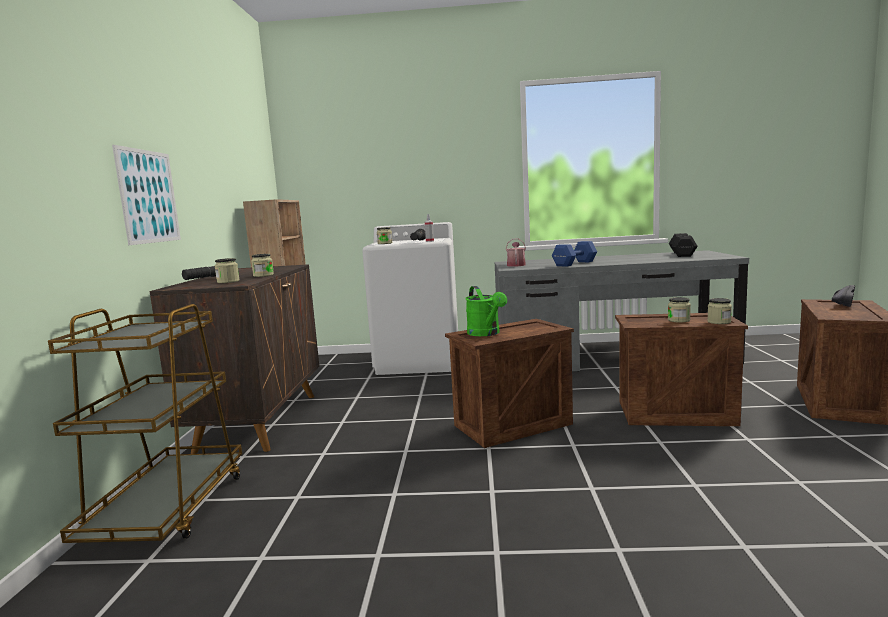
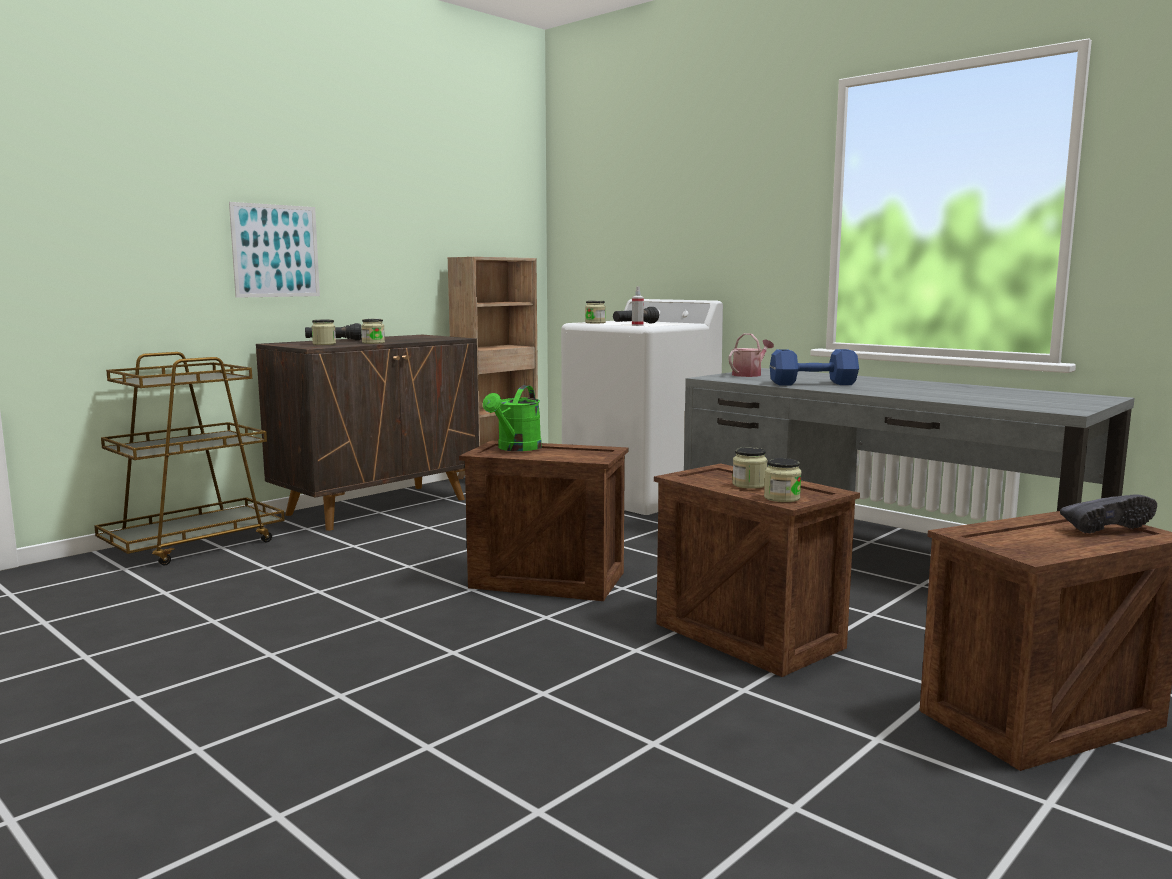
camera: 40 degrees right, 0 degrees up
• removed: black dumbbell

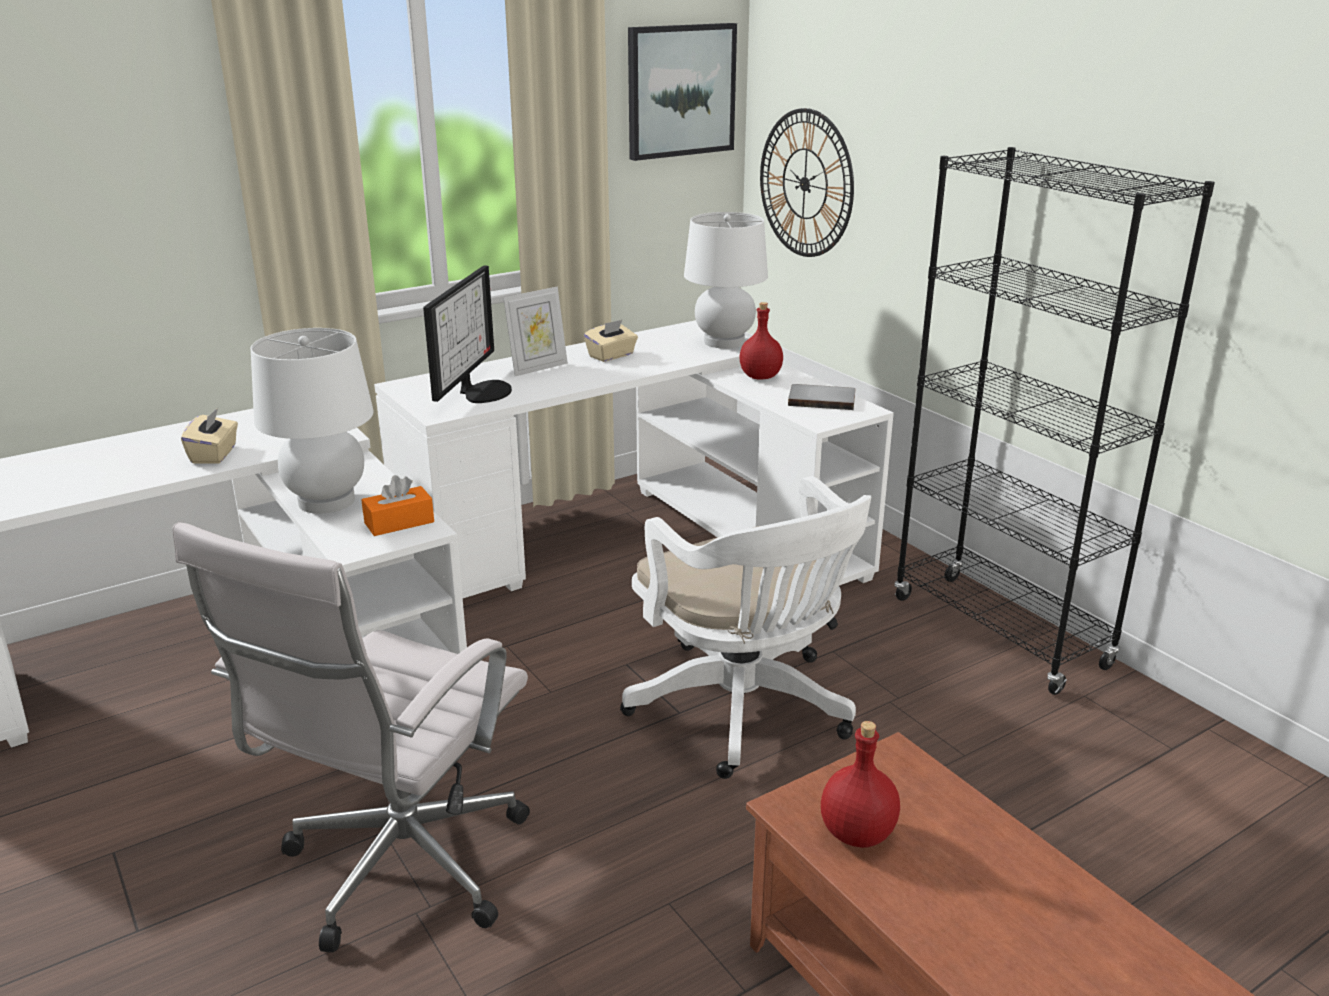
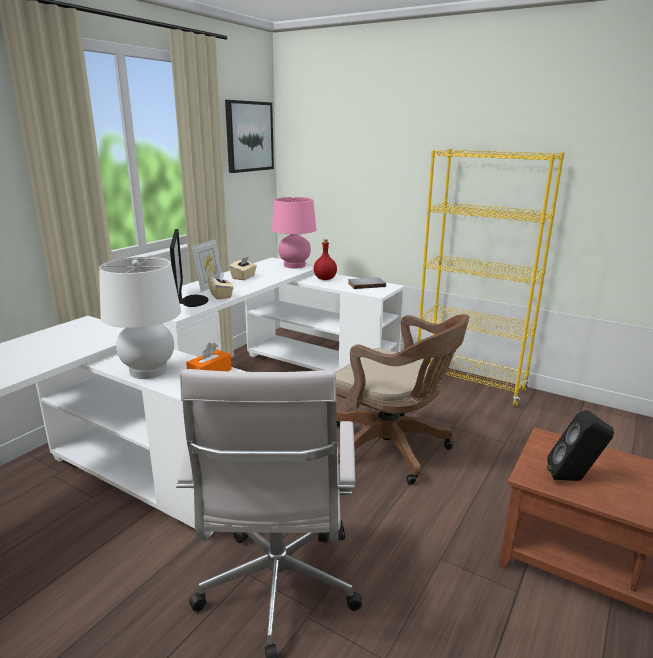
camera: 25 degrees left, 5 degrees down
• moved: beige tissue box (1st from left)
• recoloured: white table lamp (2nd from left) to pink table lamp
• recoloured: white office chair (2nd from left) to brown office chair
• recoloured: black bookcase to yellow bookcase
• replaced: red bottle (2nd from left) to black speaker
• removed: wall clock

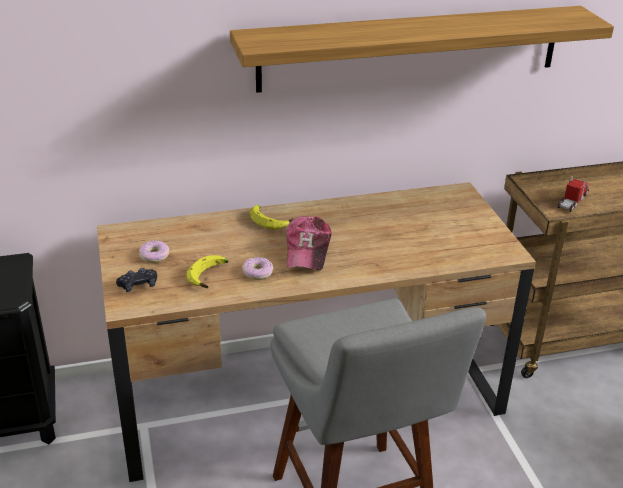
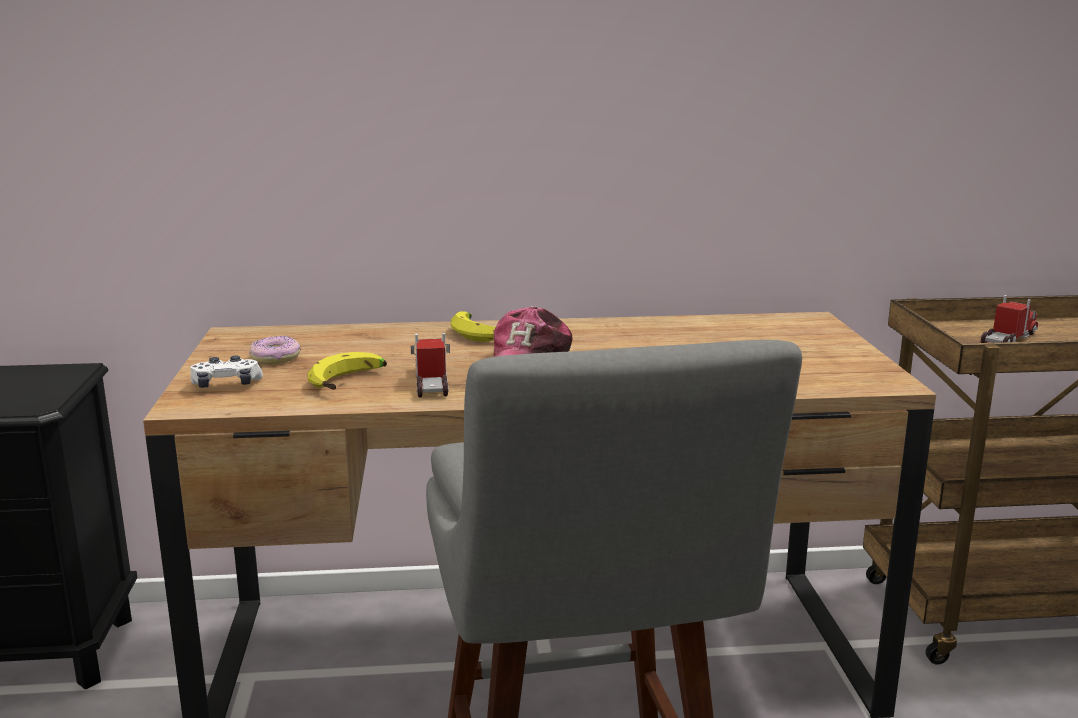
camera: 10 degrees right, 15 degrees down
• recoloured: black game controller to white game controller
• replaced: donut (2nd from left) to toy truck (1st from left)
• removed: shelf

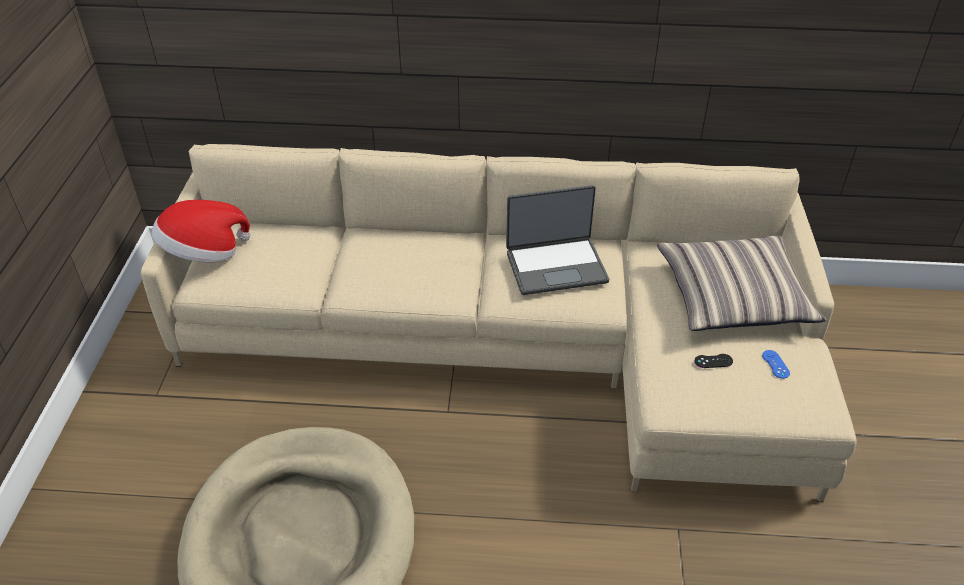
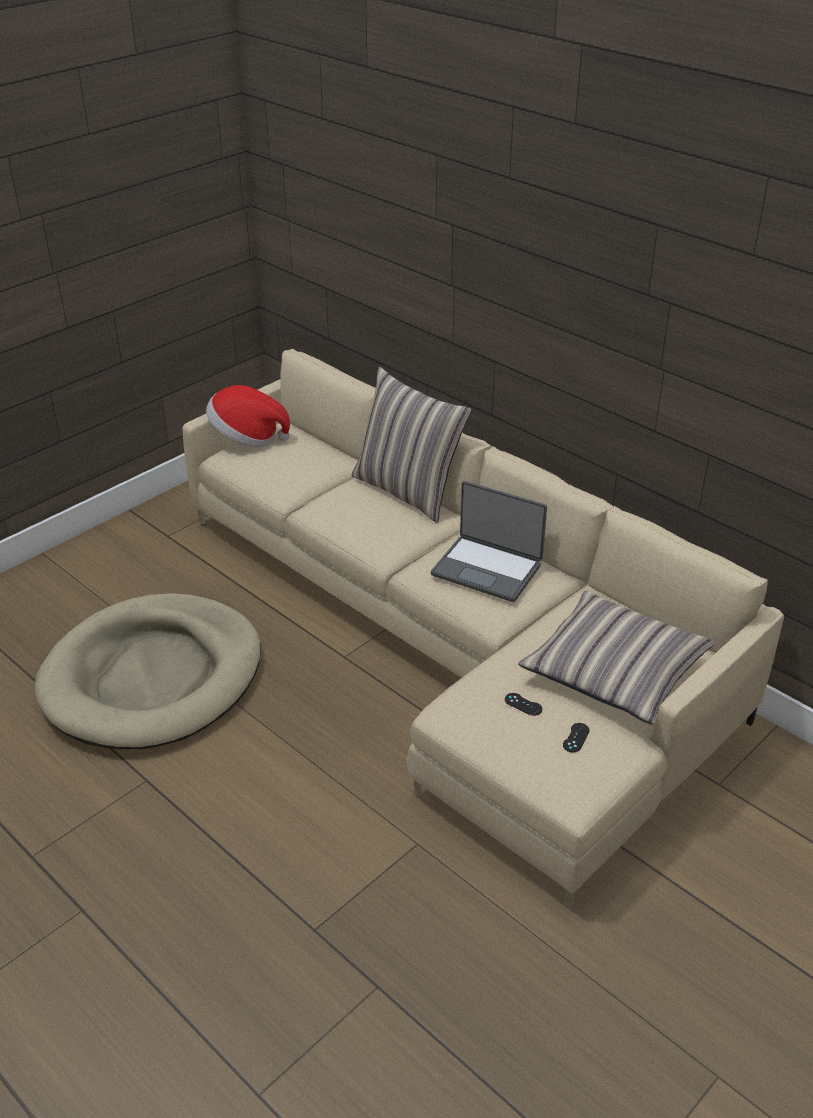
camera: 40 degrees right, 5 degrees down
• added: pillow (1st from left)
• recoloured: blue game controller to black game controller (2nd from left)

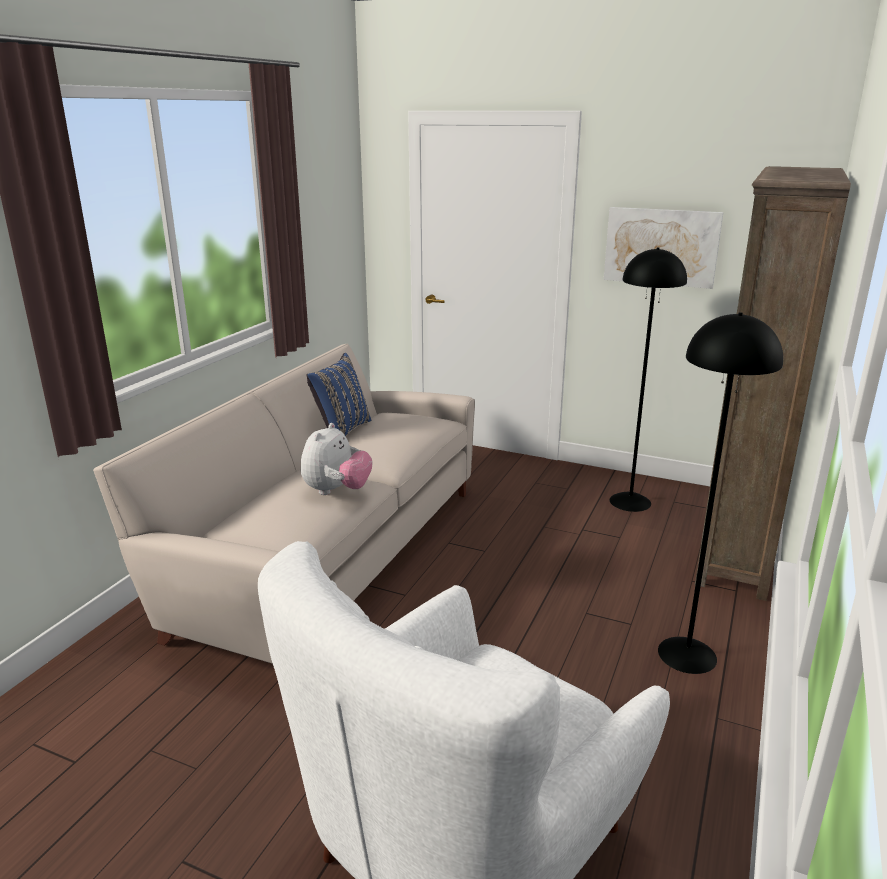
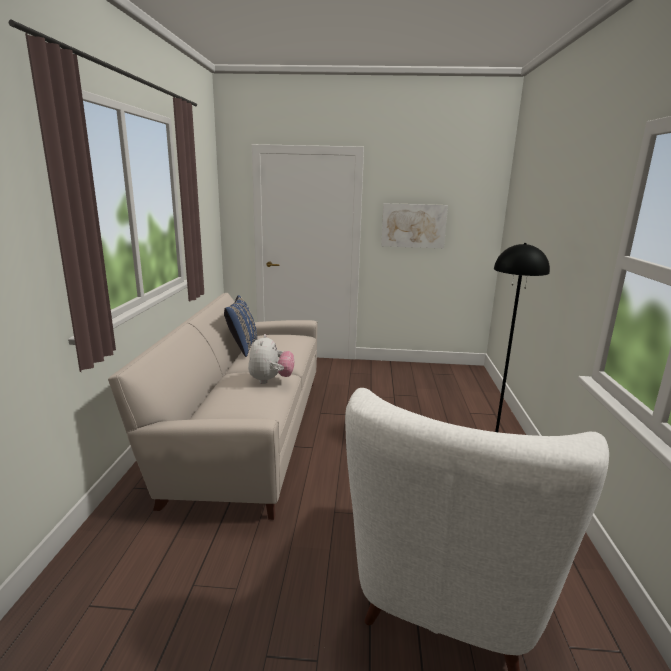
camera: 20 degrees left, 5 degrees down
• removed: black floor lamp (1st from left)
• removed: brown bookcase

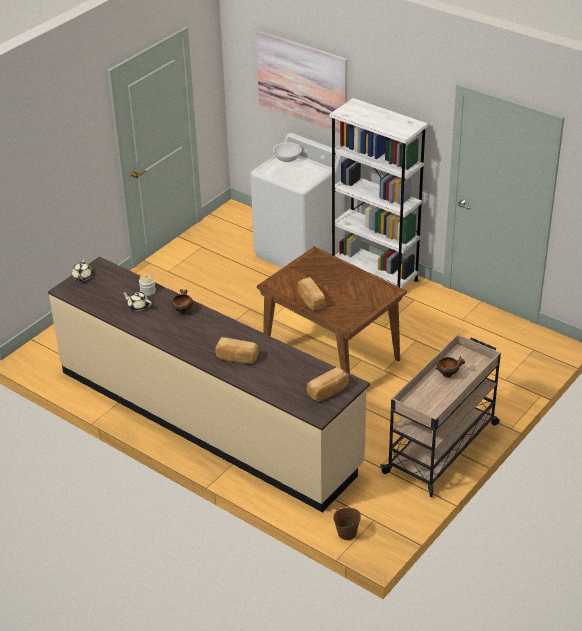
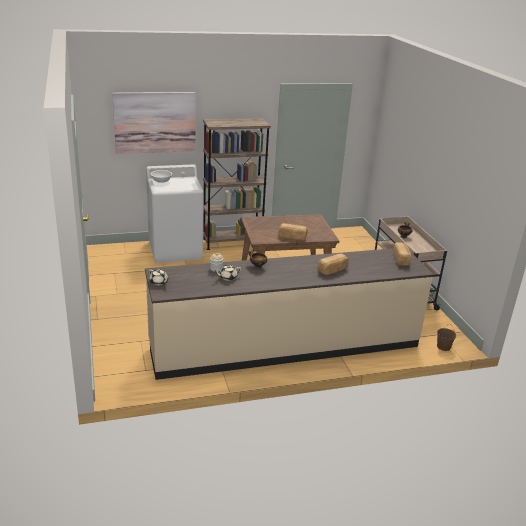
camera: 55 degrees left, 10 degrees down
• recoloured: white bookcase to brown bookcase

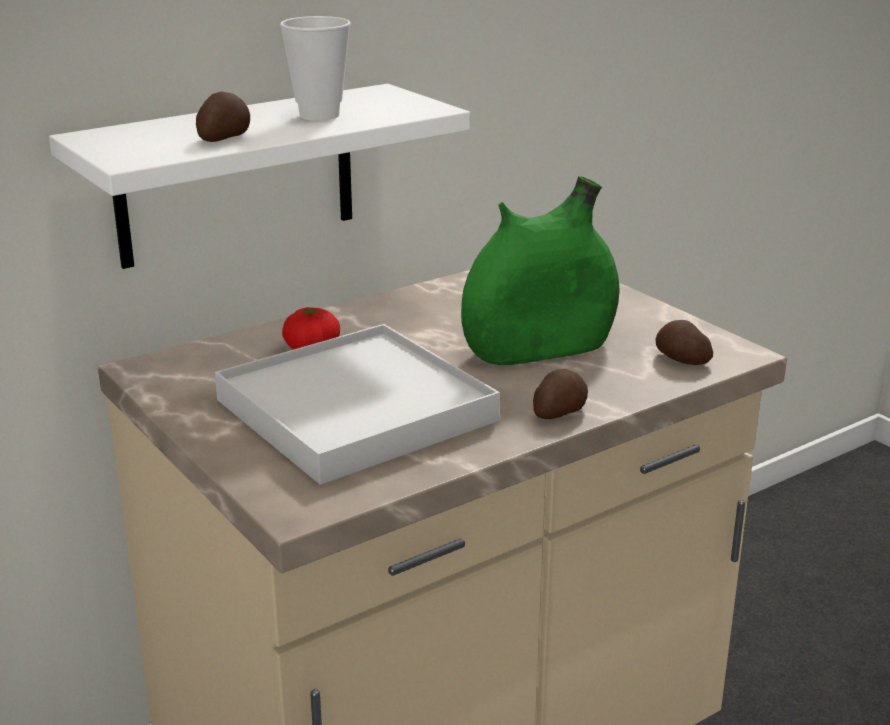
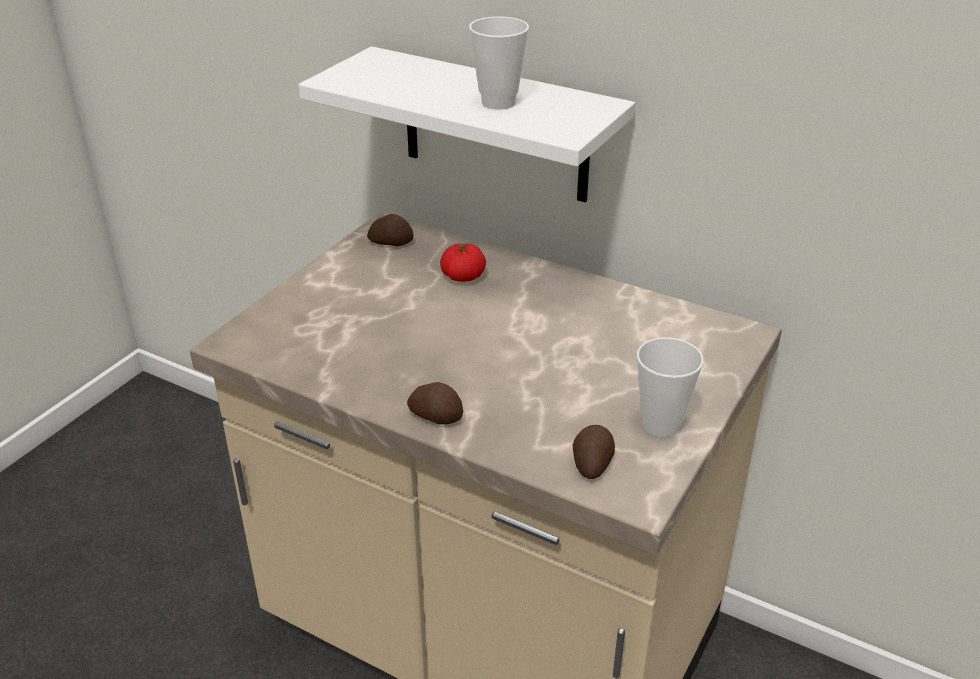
camera: 65 degrees right, 10 degrees up
• moved: potato (1st from left)
• added: cup (2nd from left)
• removed: white tray
• removed: green vase

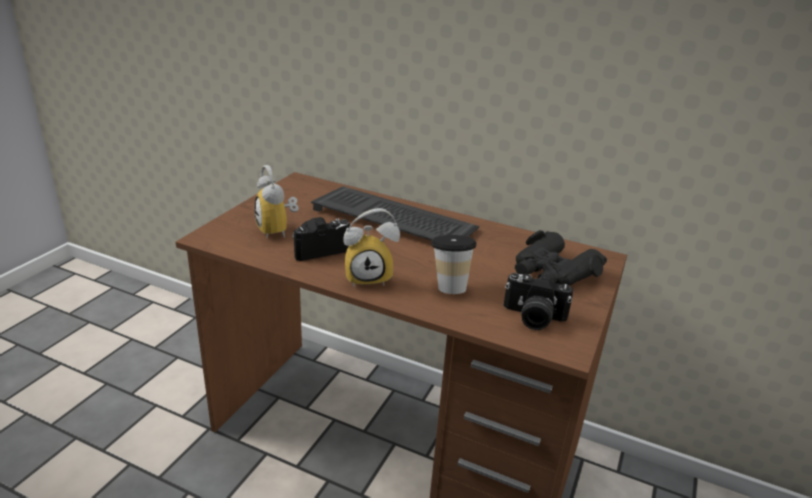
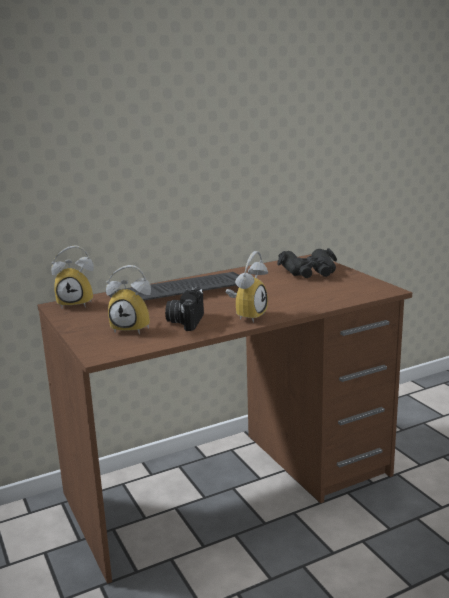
camera: 50 degrees left, 10 degrees down
• added: alarm clock (1st from left)
• removed: cup
• removed: photo camera (2nd from left)

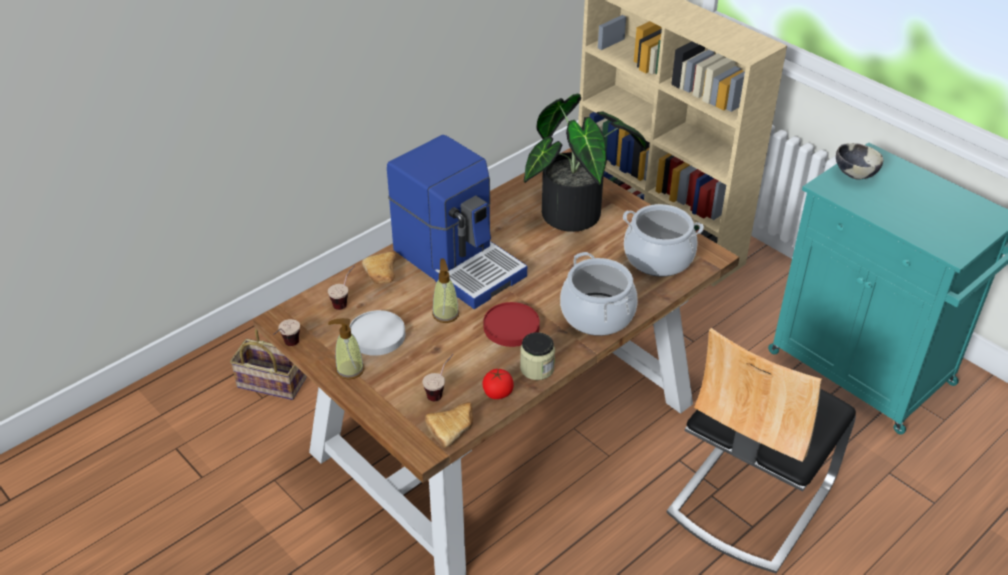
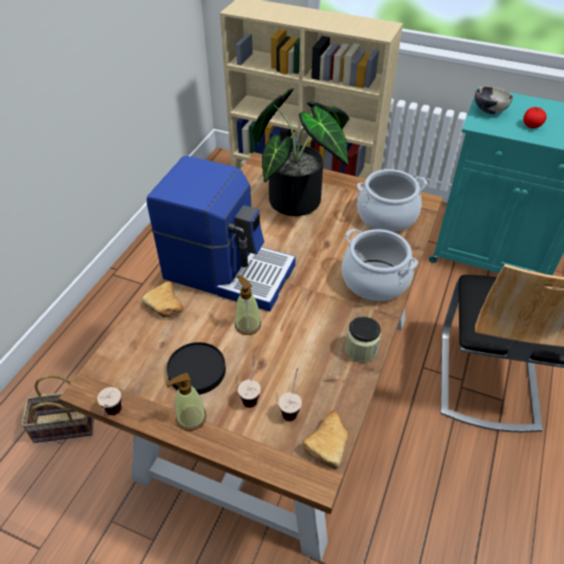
camera: 25 degrees left, 5 degrees up
• recoloured: white plate to black plate
• moved: cup (2nd from left)
• moved: tomato
• removed: red plate

